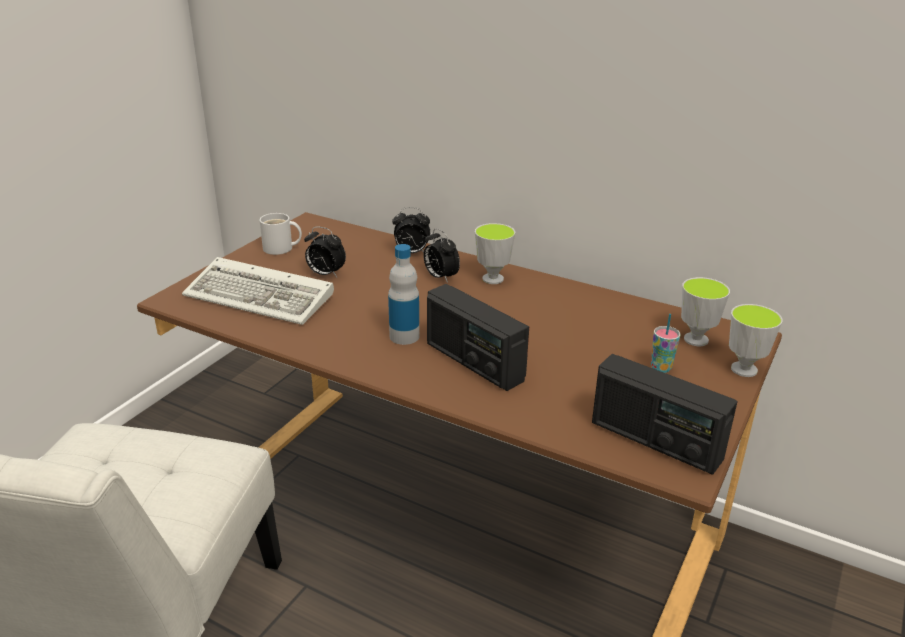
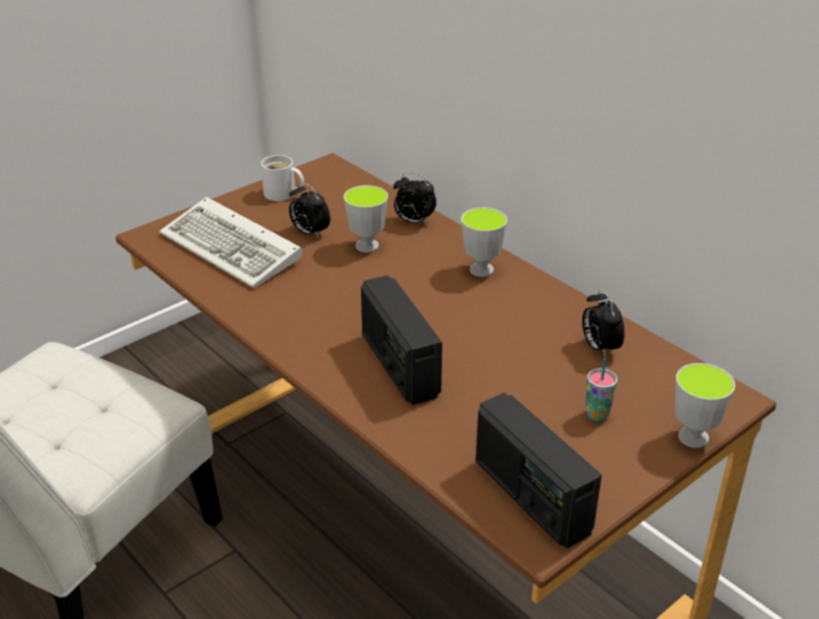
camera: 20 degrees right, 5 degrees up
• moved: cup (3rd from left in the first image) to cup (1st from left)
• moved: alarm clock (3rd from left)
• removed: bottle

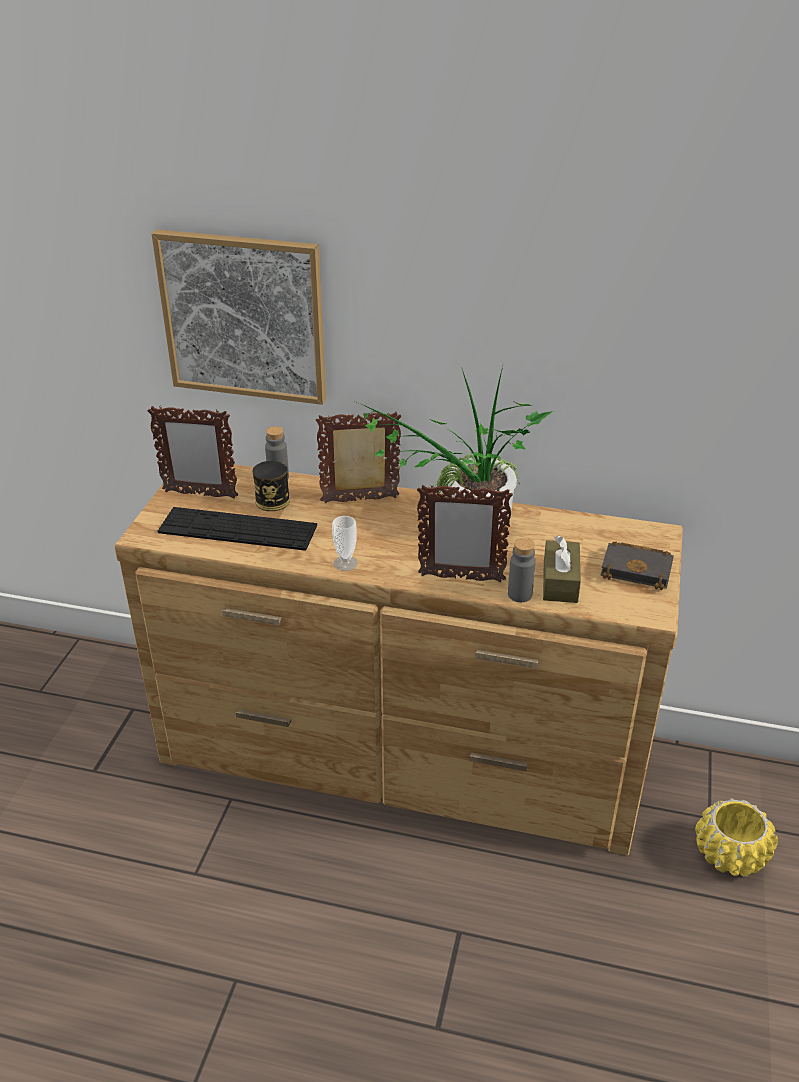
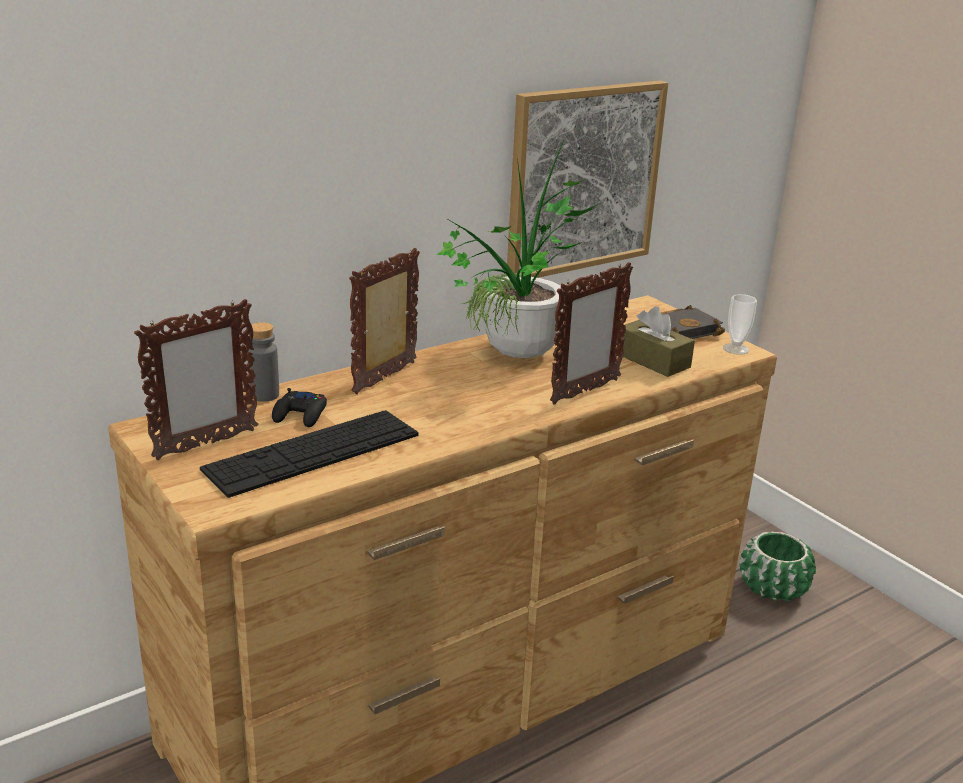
camera: 50 degrees left, 10 degrees down
• replaced: can to black game controller
• moved: picture
• moved: cup
• recoloured: yellow planter to green planter
• removed: grey bottle (2nd from left)

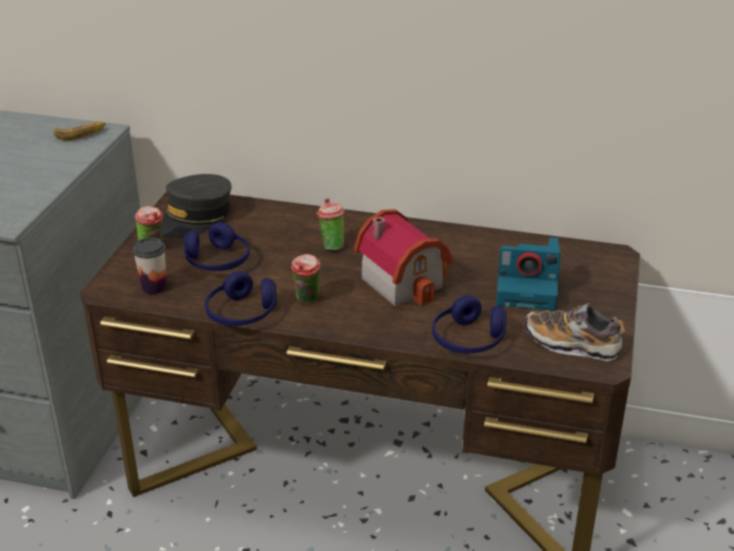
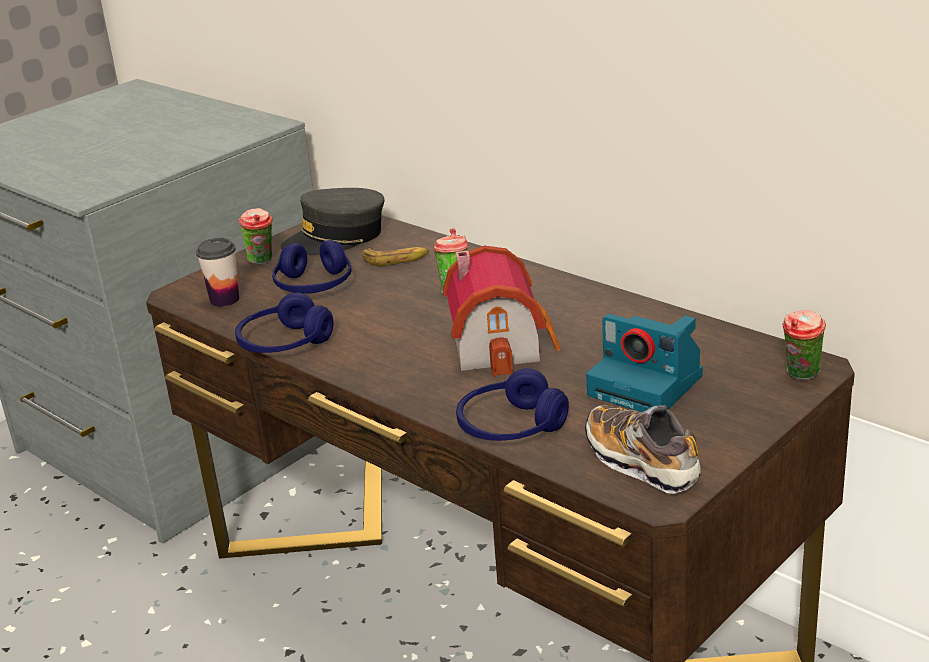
camera: 30 degrees right, 5 degrees down
• moved: banana
• moved: cup (3rd from left in the first image) to cup (4th from left)

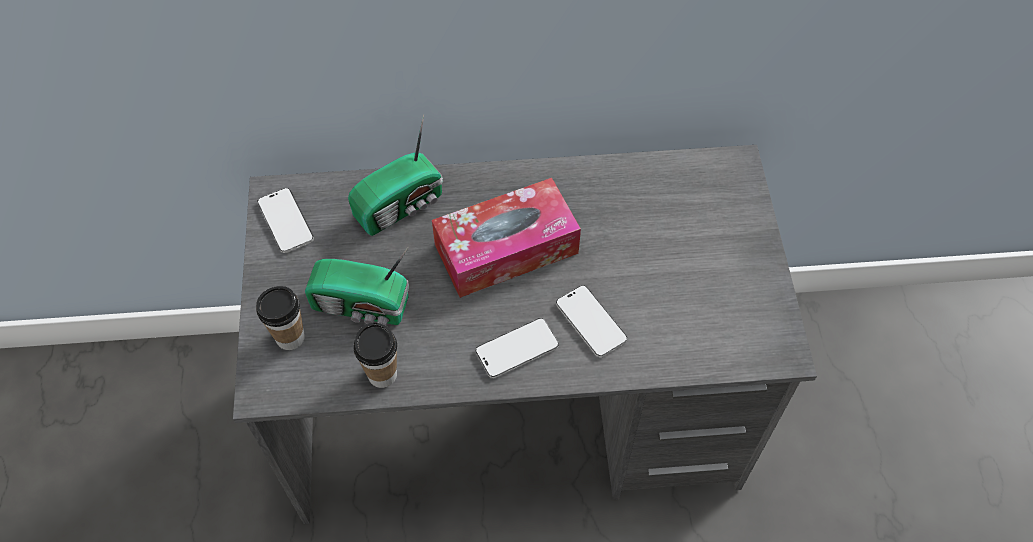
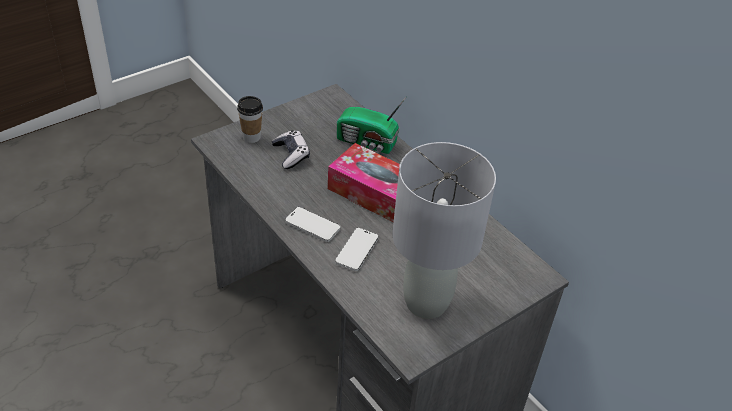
camera: 55 degrees right, 15 degrees down
• replaced: radio (1st from left) to game controller
• added: grey table lamp
• removed: phone (1st from left)
• removed: cup (2nd from left)

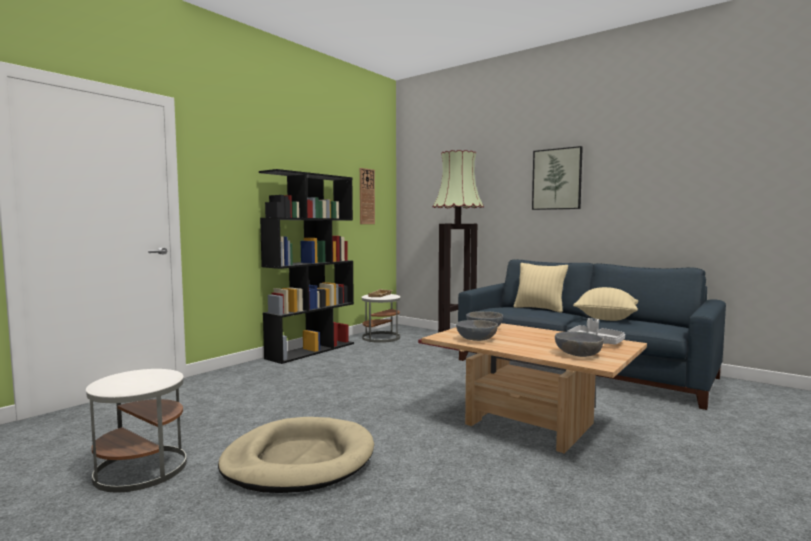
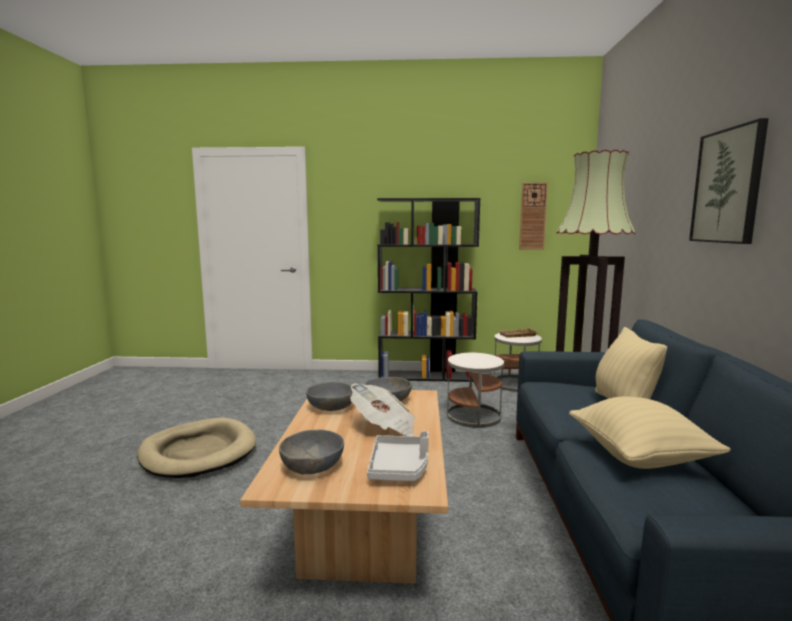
camera: 55 degrees right, 5 degrees up
• added: newspaper
• moved: white side table (1st from left)

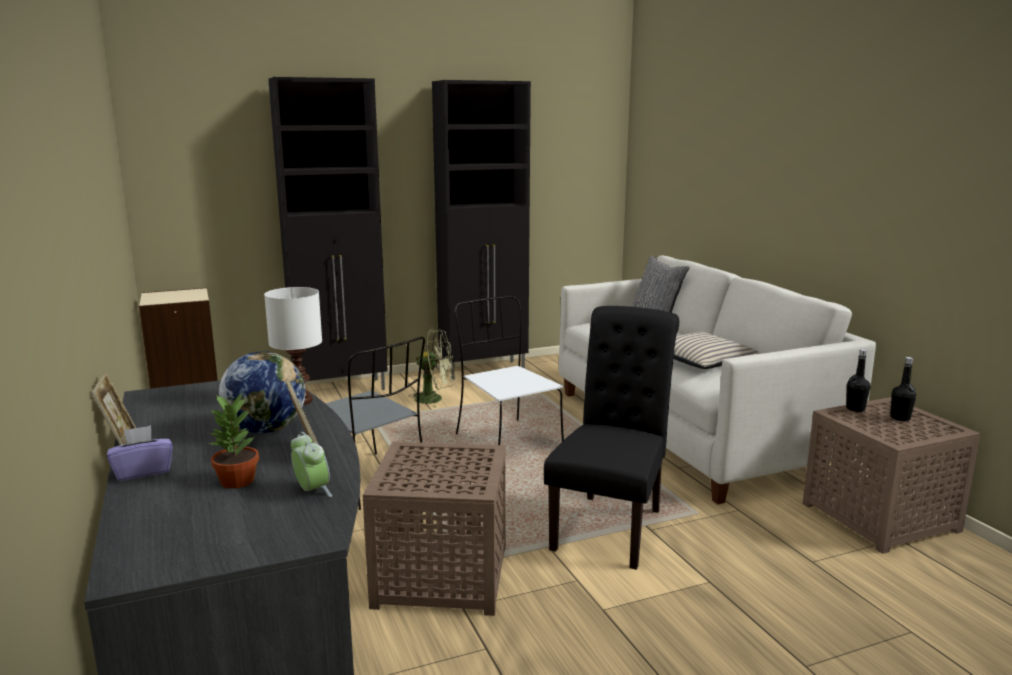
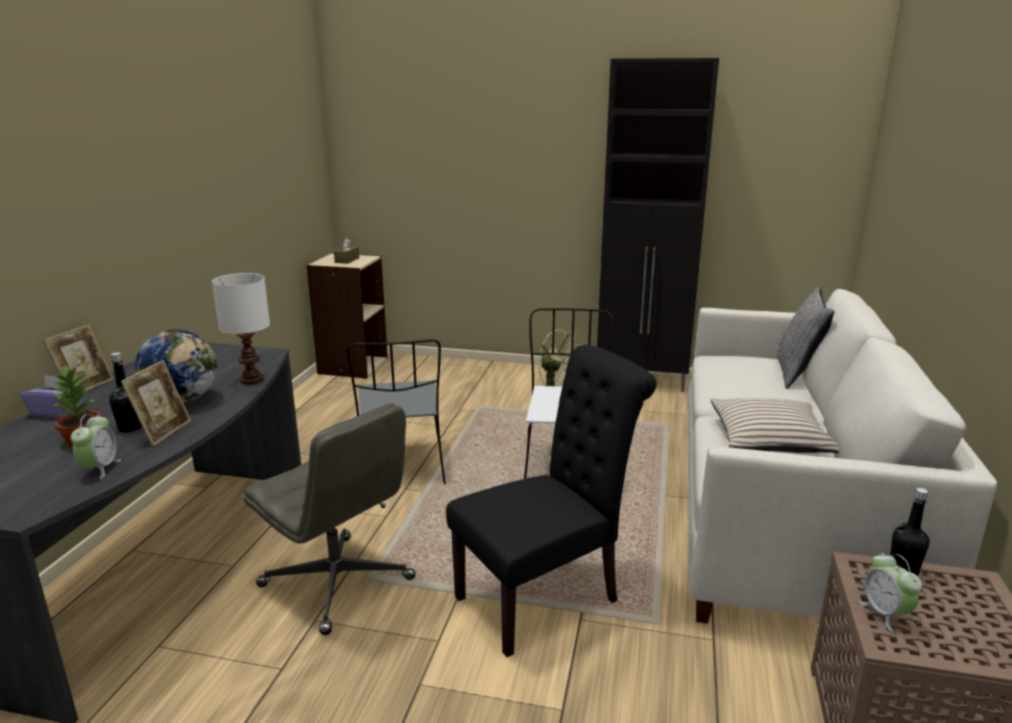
camera: 35 degrees right, 5 degrees up
• moved: black bottle (2nd from left in the first image) to black bottle (1st from left)
• replaced: brown side table (1st from left) to grey office chair
• added: brown tissue box
• added: alarm clock (2nd from left)
• removed: black cabinet (1st from left)

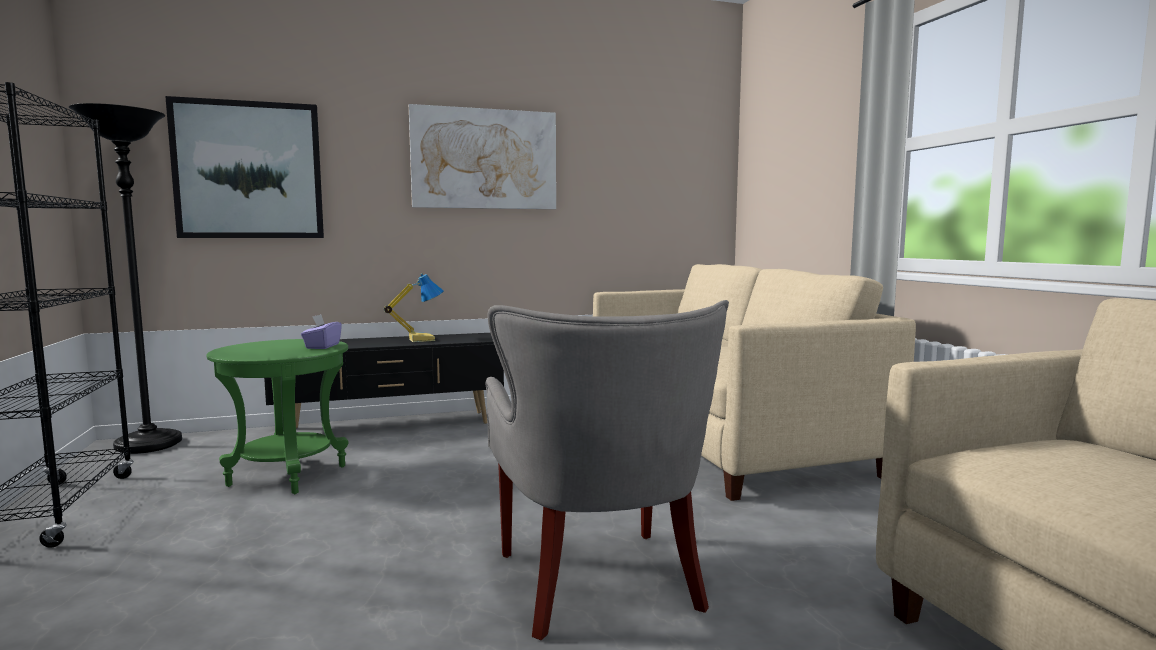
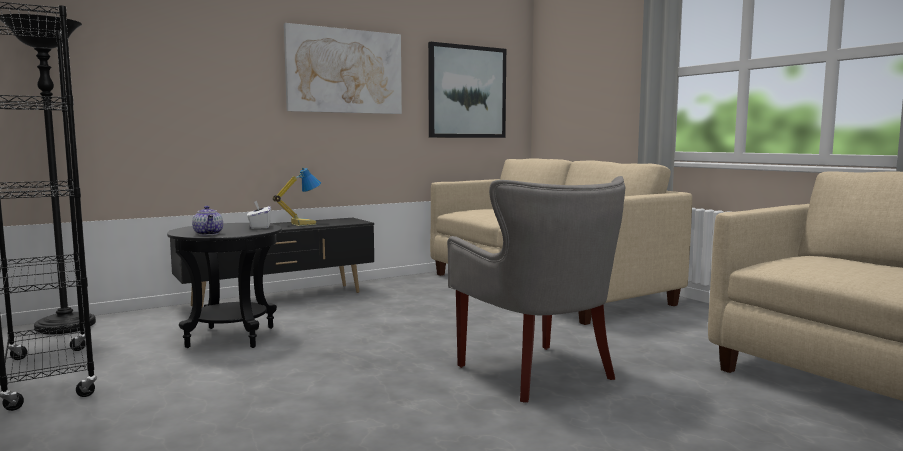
camera: 15 degrees left, 0 degrees up
• recoloured: green side table to black side table
• added: teapot
• recoloured: purple tissue box to white tissue box
• moved: picture (1st from left in the first image) to picture (2nd from left)

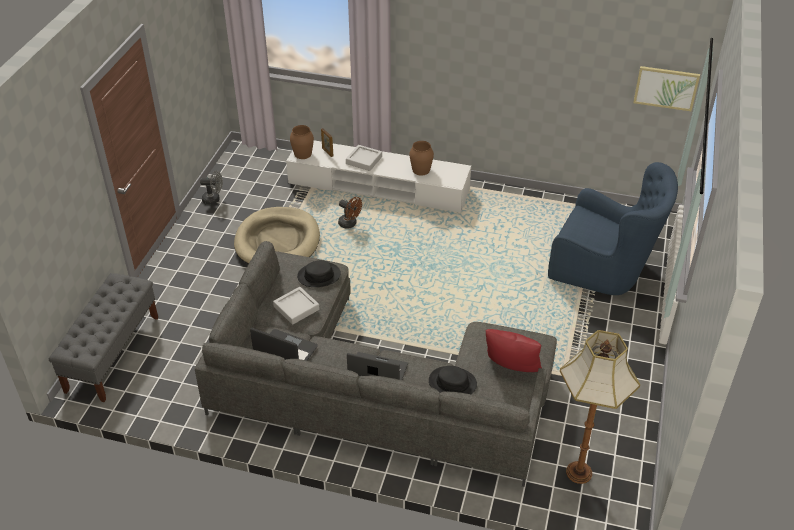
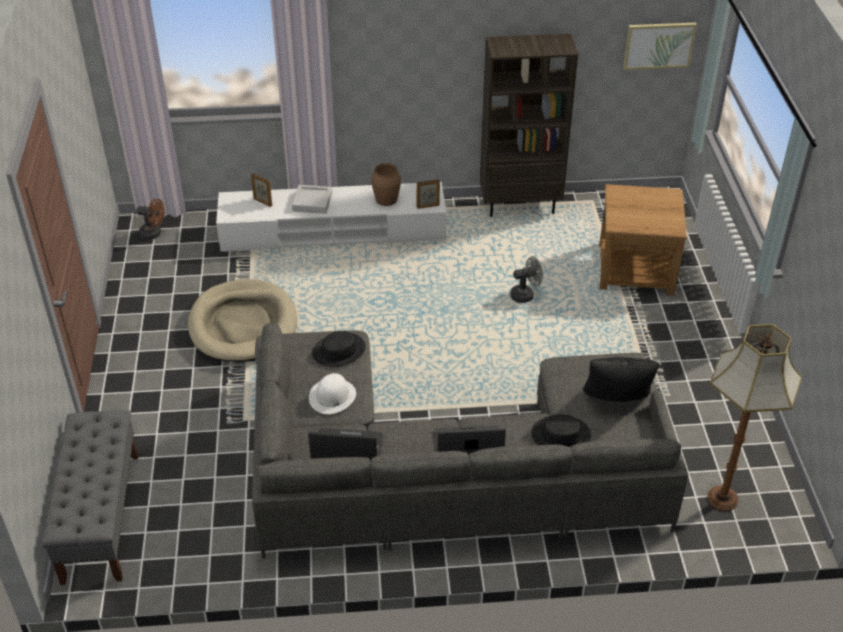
camera: 20 degrees left, 0 degrees up
• moved: brown fan
• replaced: grey tray (1st from left) to white hat
• added: picture frame (2nd from left)
• added: brown bookcase
• moved: grey fan
• recoloured: red pillow to black pillow
• replaced: blue armchair to brown side table
• removed: brown vase (1st from left)

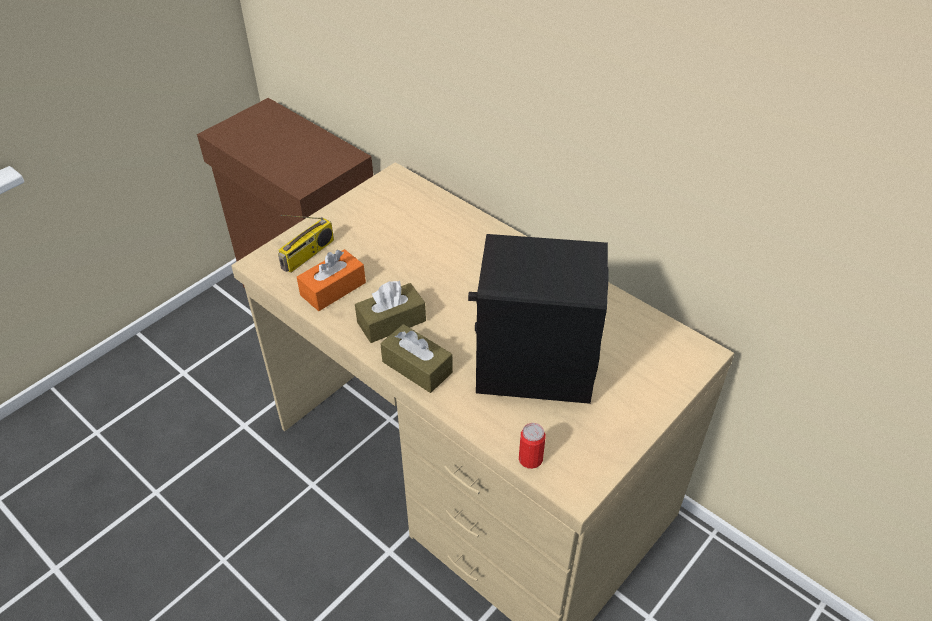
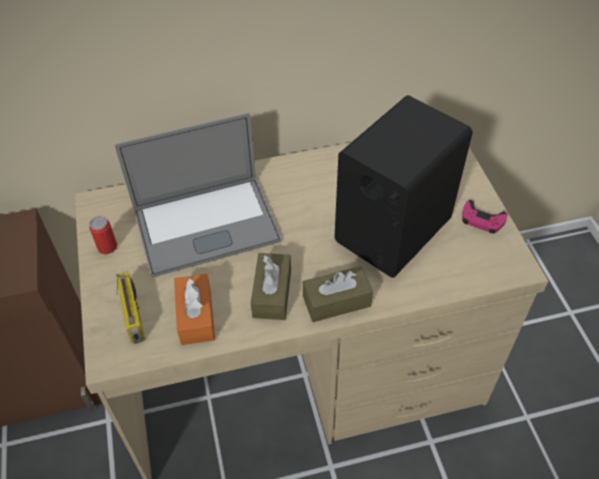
camera: 55 degrees left, 5 degrees up
• moved: can
• added: laptop
• added: pink game controller

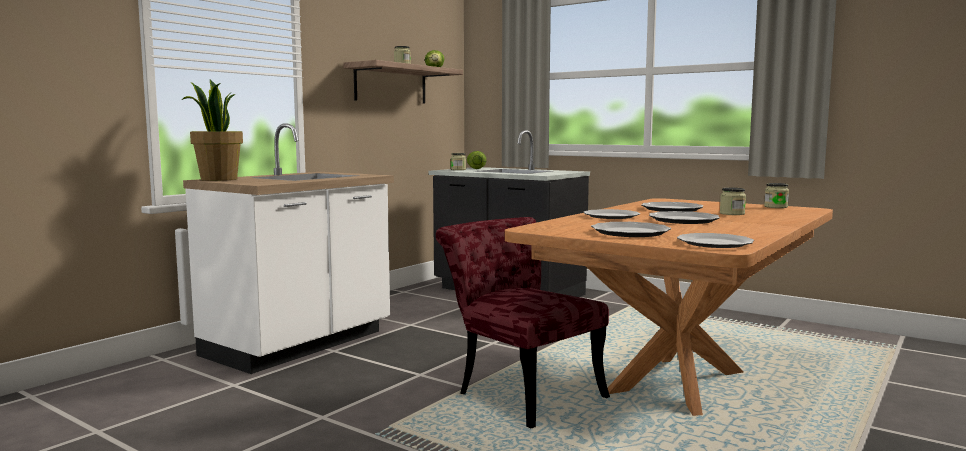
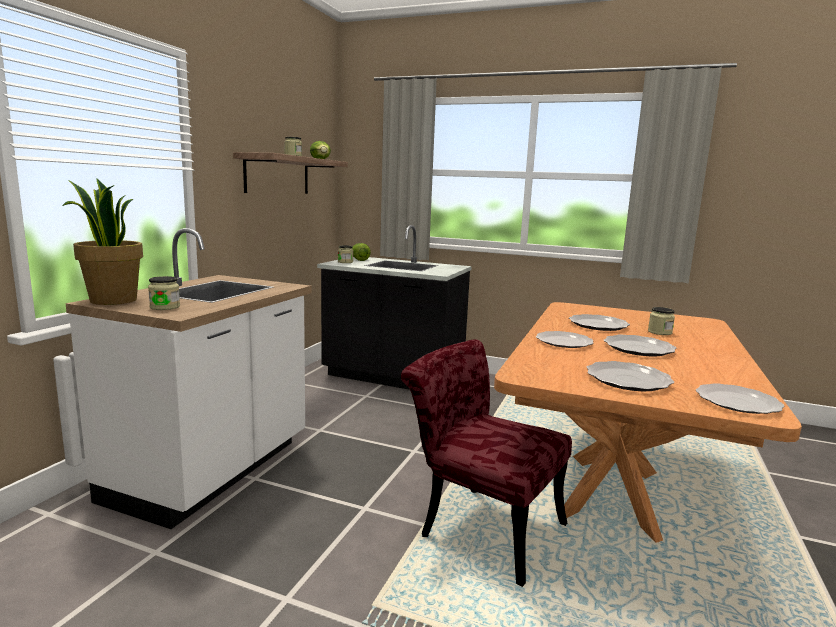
camera: 15 degrees left, 5 degrees up
• moved: jar (4th from left in the first image) to jar (1st from left)

